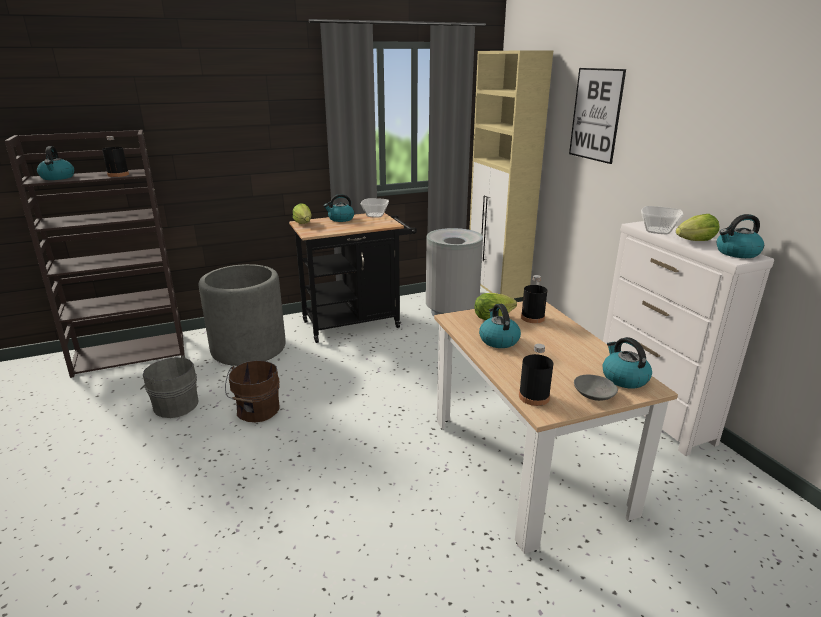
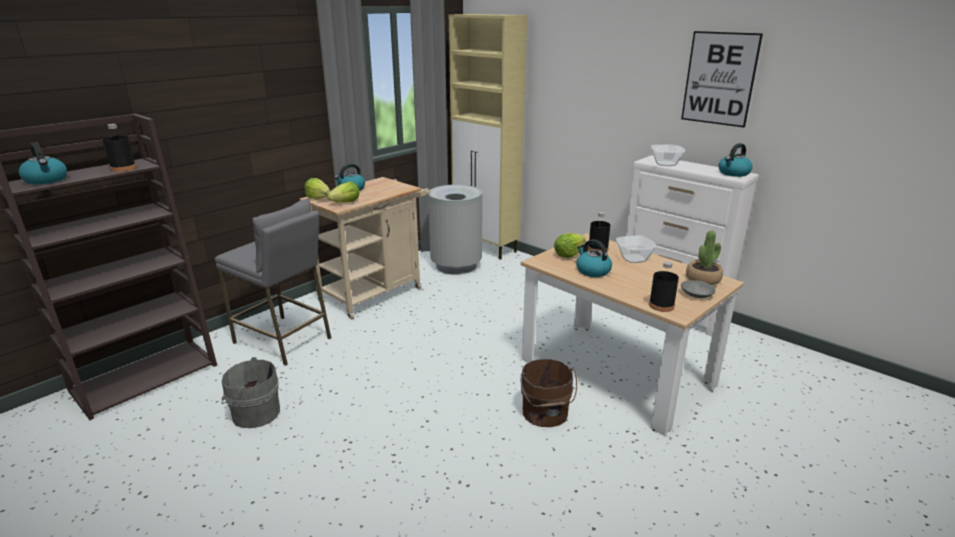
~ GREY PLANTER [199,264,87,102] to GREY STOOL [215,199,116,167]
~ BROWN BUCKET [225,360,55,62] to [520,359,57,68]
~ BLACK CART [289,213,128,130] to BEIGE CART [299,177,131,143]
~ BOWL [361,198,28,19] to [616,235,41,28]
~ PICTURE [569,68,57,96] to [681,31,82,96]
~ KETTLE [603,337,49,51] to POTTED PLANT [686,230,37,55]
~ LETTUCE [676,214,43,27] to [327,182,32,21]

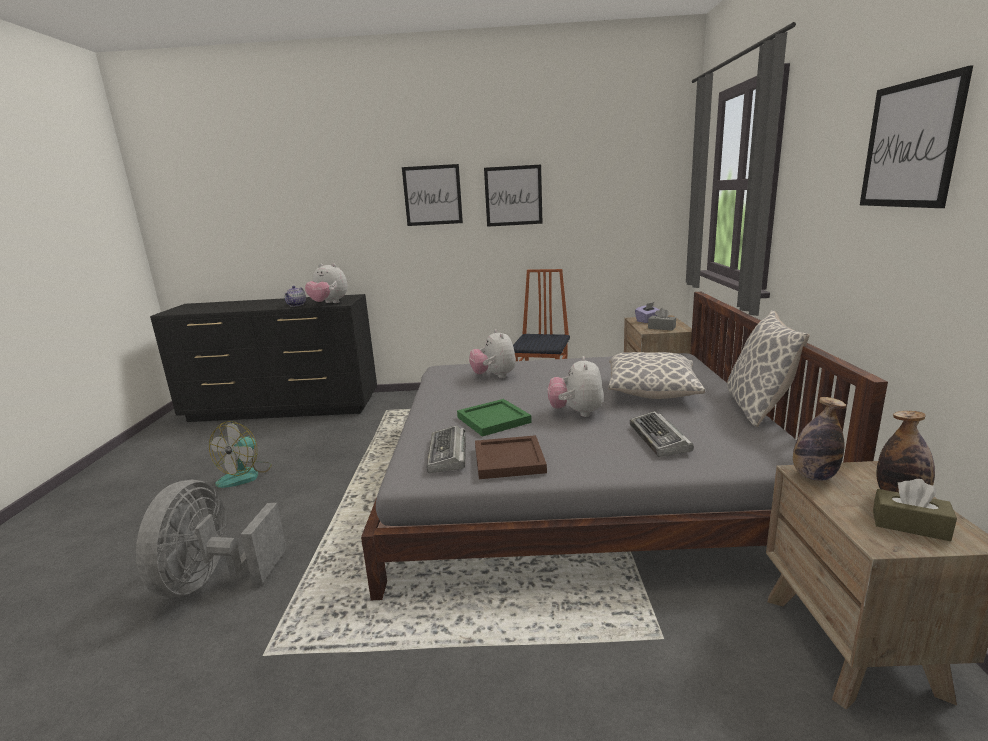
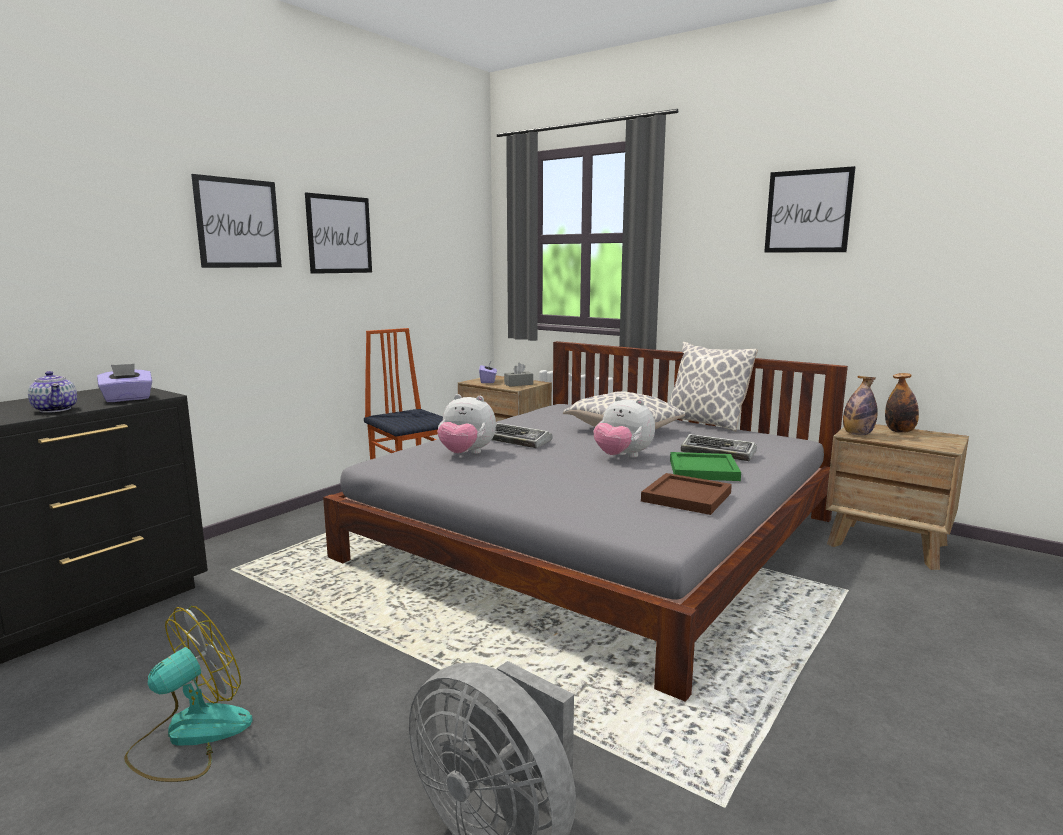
~ FAN [209,421,63,67] = [124,606,129,176] 105 degrees counterclockwise
~ PLUSH TOY [305,263,43,40] to PURPLE TISSUE BOX [97,364,55,38]
~ KEYBOARD [426,425,40,48] to [492,423,61,25]
~ GREEN TRAY [457,399,75,38] to [670,452,71,29]
- BROWN TISSUE BOX [873,479,84,62]

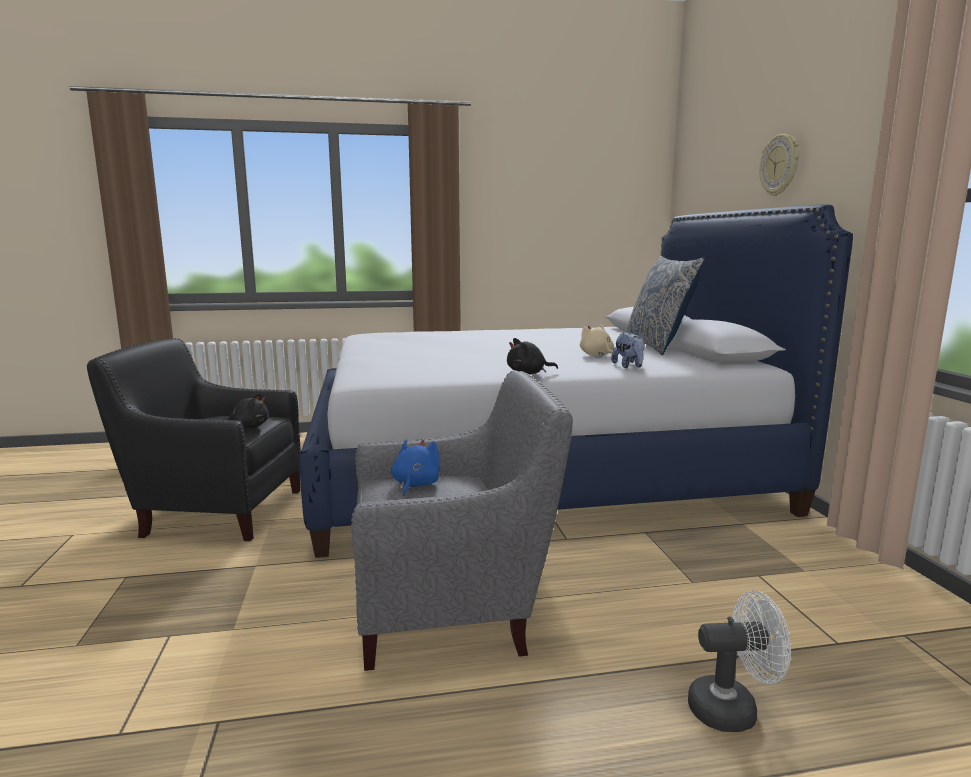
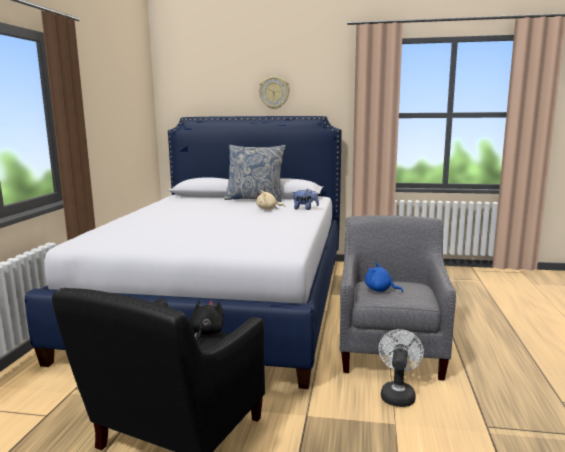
- BLACK PLUSH TOY [507,338,51,36]
~ WHITE FAN [688,590,103,142] to [378,329,46,78]

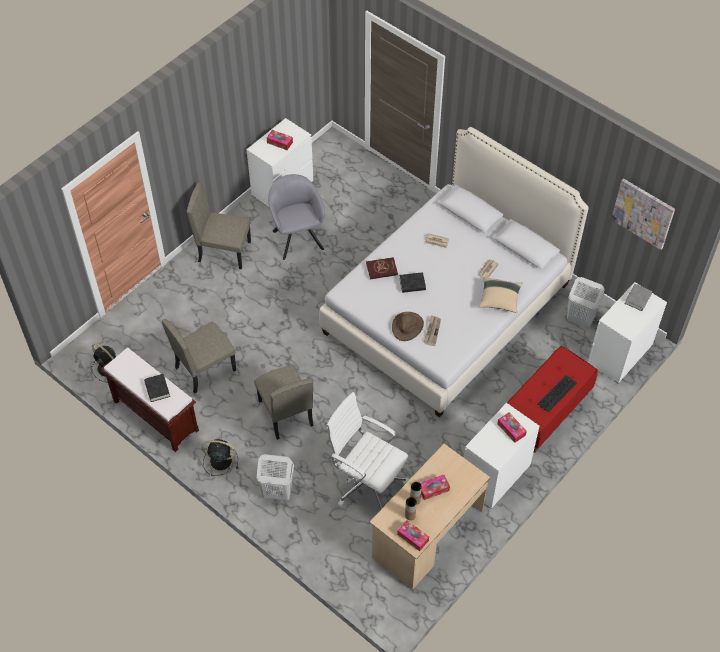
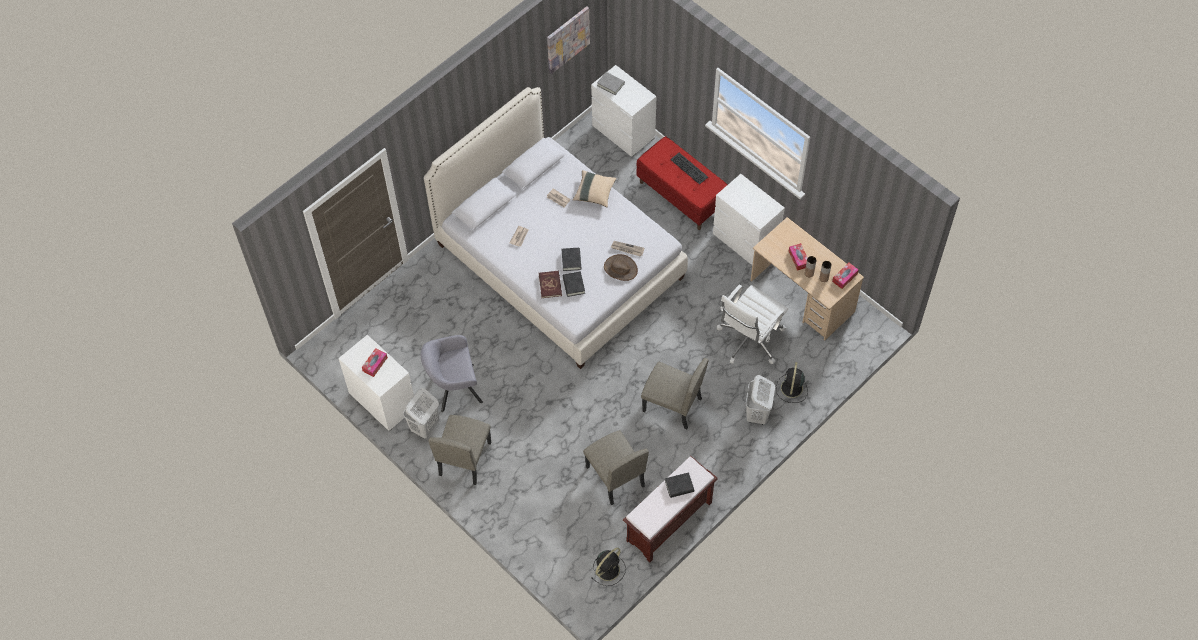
~ BLACK FAN [202,439,36,37] to [776,362,32,41]
~ BEIGE CHAIR [254,365,60,75] = [641,358,68,71] 45 degrees clockwise
- TISSUE BOX [497,412,30,31]
~ WHITE LAUNDRY BASKET [567,277,37,50] to [403,388,36,51]
+ BLACK BOOK [563,271,22,26]

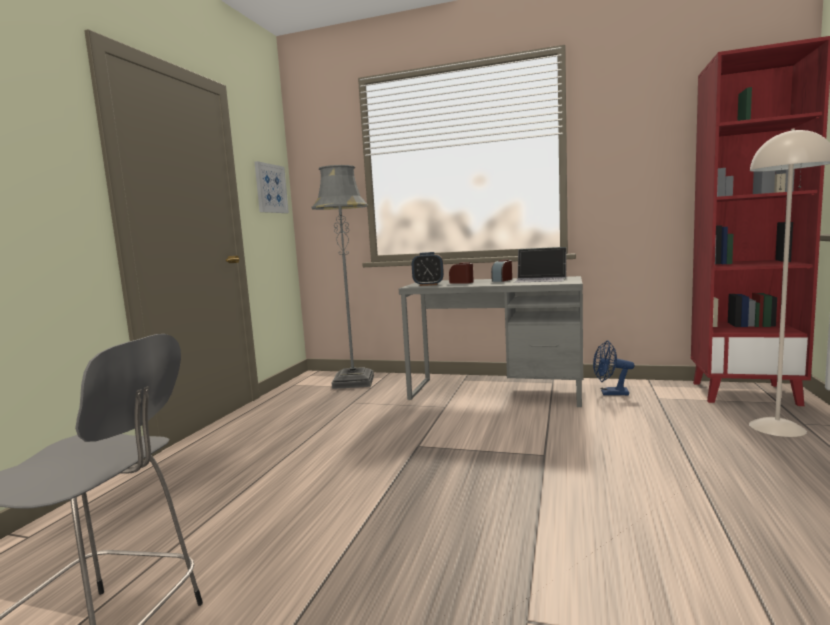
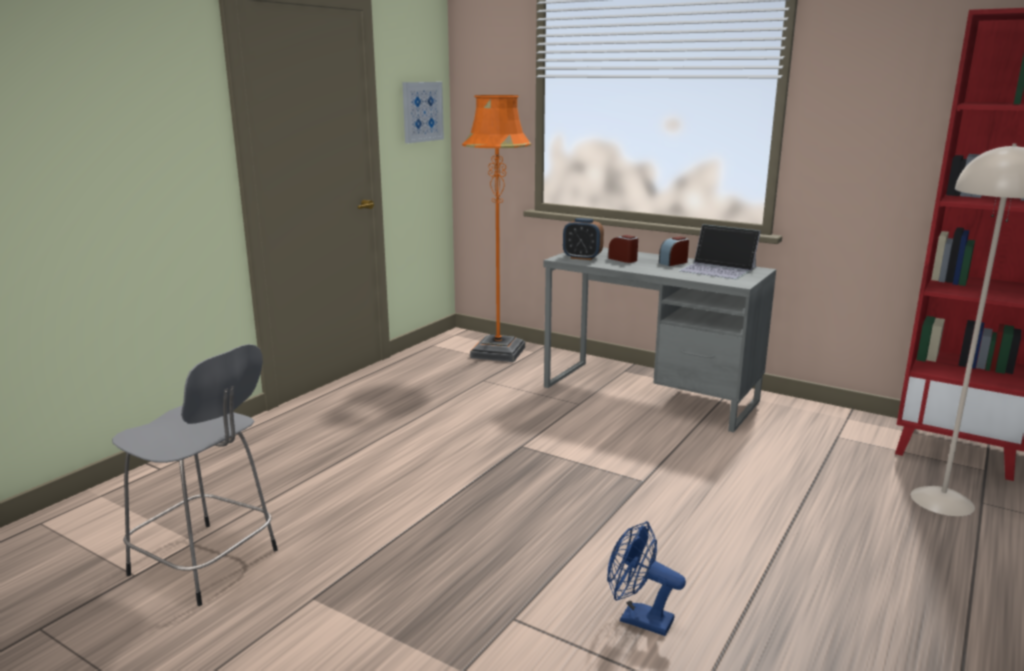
~ GREY FLOOR LAMP [312,165,62,224] to ORANGE FLOOR LAMP [462,95,69,267]
~ BLUE FAN [593,340,42,55] to [607,521,79,115]

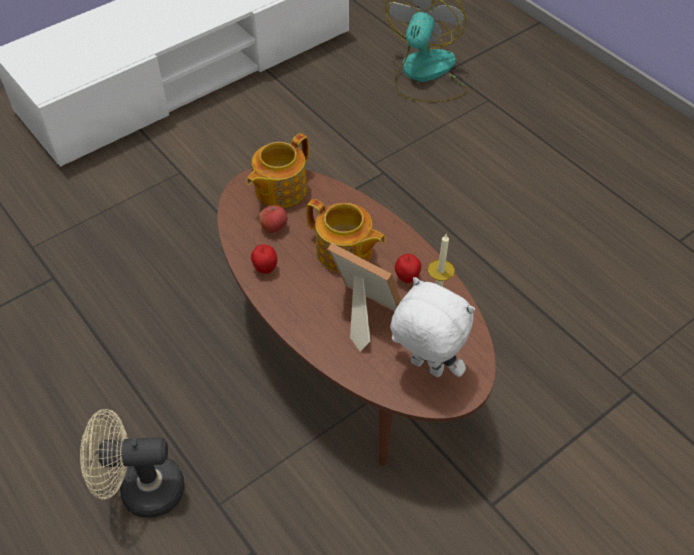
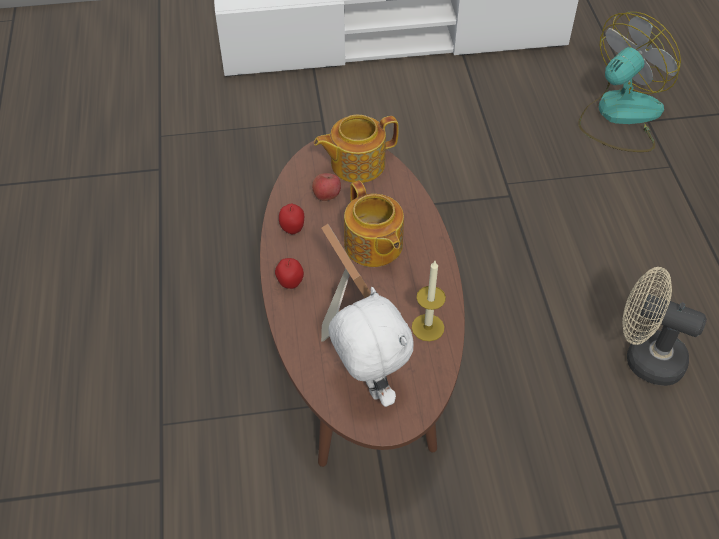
~ BEIGE FAN [80,409,104,109] to [622,267,85,119]
~ APPLE [395,254,26,29] to [275,258,29,31]

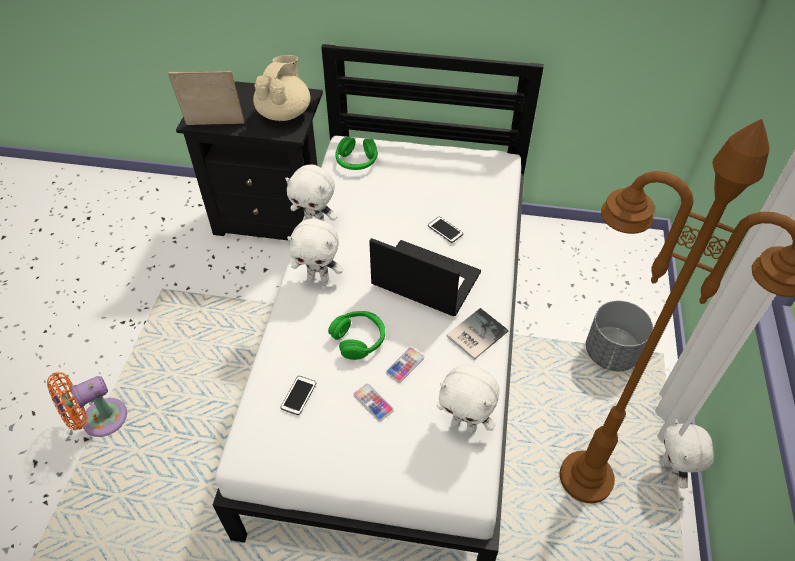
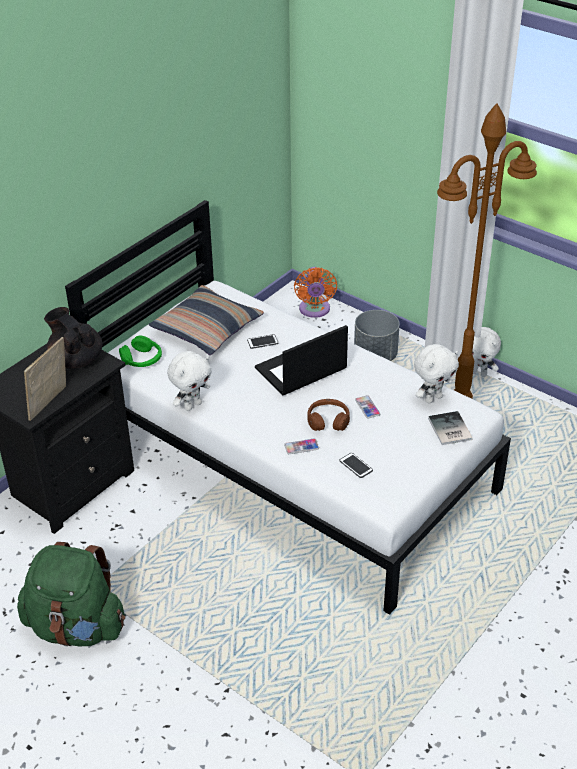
~ ORANGE FAN [47,372,80,65] to [294,267,43,51]
~ BEIGE TEAPOT [253,55,57,66] to BLACK TEAPOT [44,307,59,62]
- WHITE PLUSH TOY [287,218,56,65]
~ GREEN HEADPHONES [328,311,57,49] to BROWN HEADPHONES [307,399,43,32]
~ PHONE [353,384,41,37] to [284,439,35,15]
~ BOOK [447,308,61,52] to [428,411,45,34]
+ GREEN BACKPACK [17,542,108,104]
+ PILLOW [148,285,116,70]

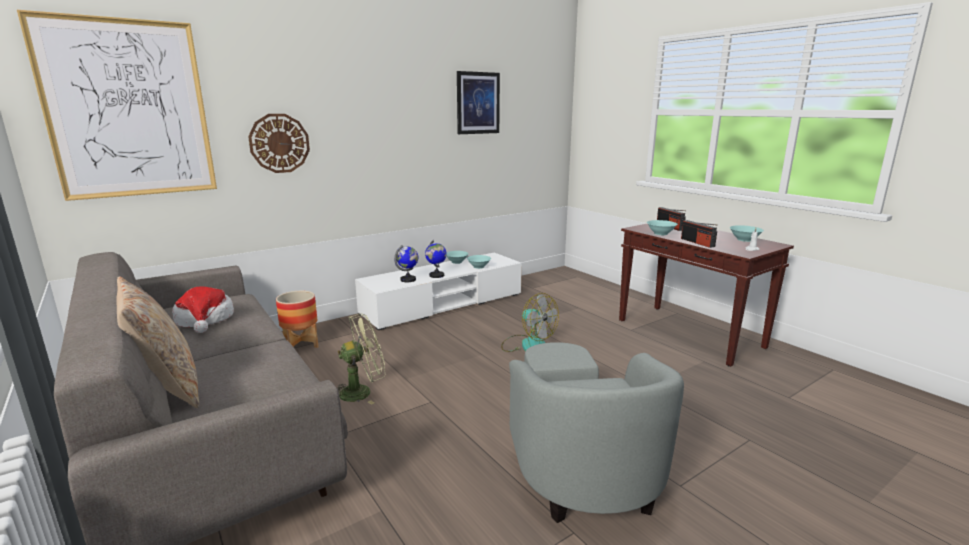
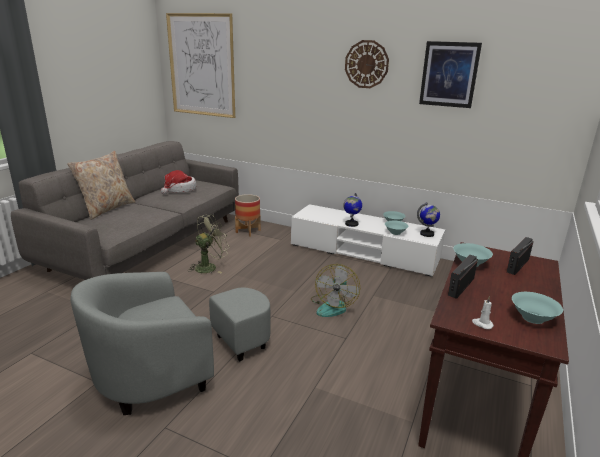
~ WALL CLOCK [248,114,62,59] to [345,40,44,48]
~ GREEN FAN [338,314,48,91] = [188,214,41,59] 75 degrees counterclockwise
~ GLOBE [394,245,25,37] to [417,202,23,35]

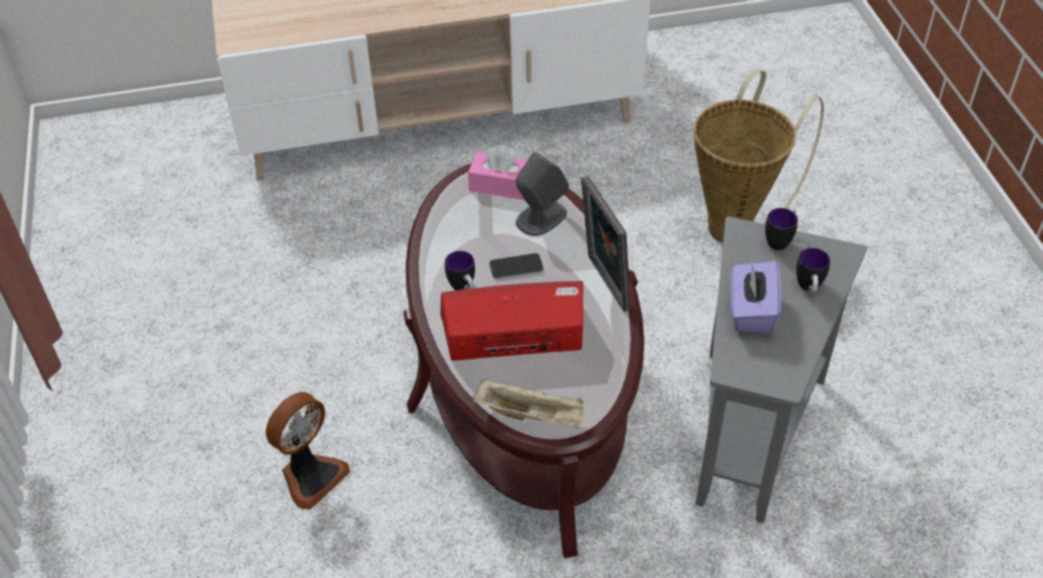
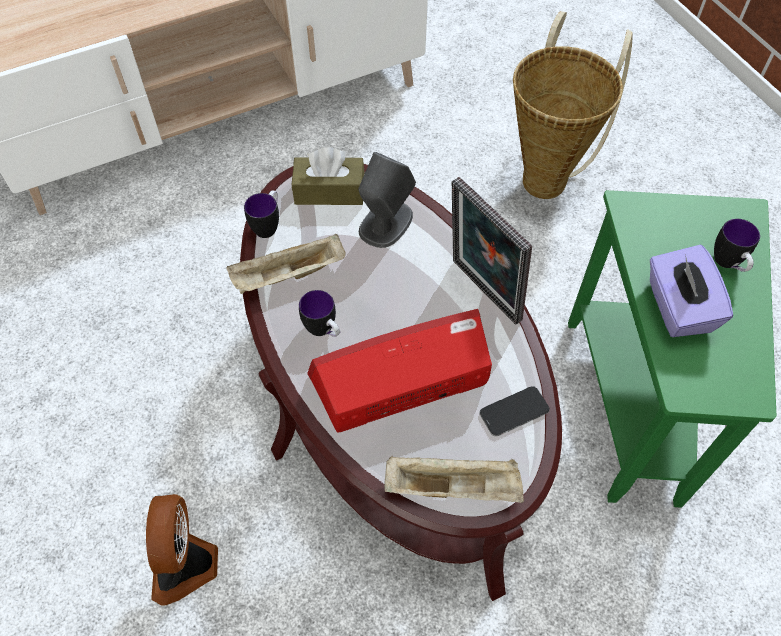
~ FAN [266,392,84,117] = [146,494,72,112] 150 degrees clockwise
~ PINK TISSUE BOX [468,145,60,55] to BROWN TISSUE BOX [292,147,72,58]
~ PHONE [489,253,54,26] to [480,386,70,50]
~ GREY SIDE TABLE [696,216,171,307] to GREEN SIDE TABLE [568,190,208,318]
~ MUG [765,208,33,42] to [244,190,35,48]
+ BEIGE TRAY [227,234,119,60]

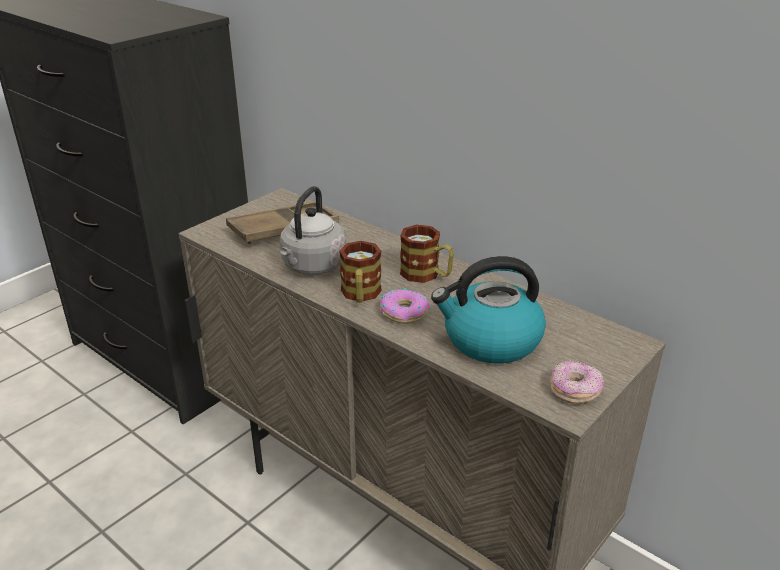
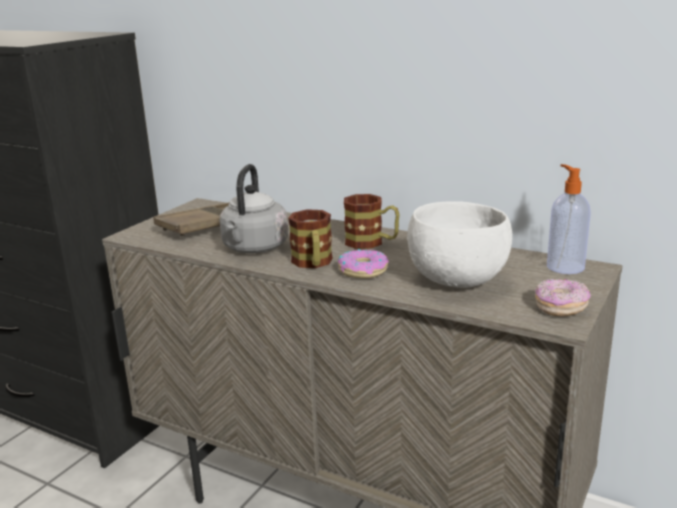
~ KETTLE [431,256,115,108] to WHITE BOWL [407,201,105,87]
+ SOAP DISPENSER [547,164,44,110]

